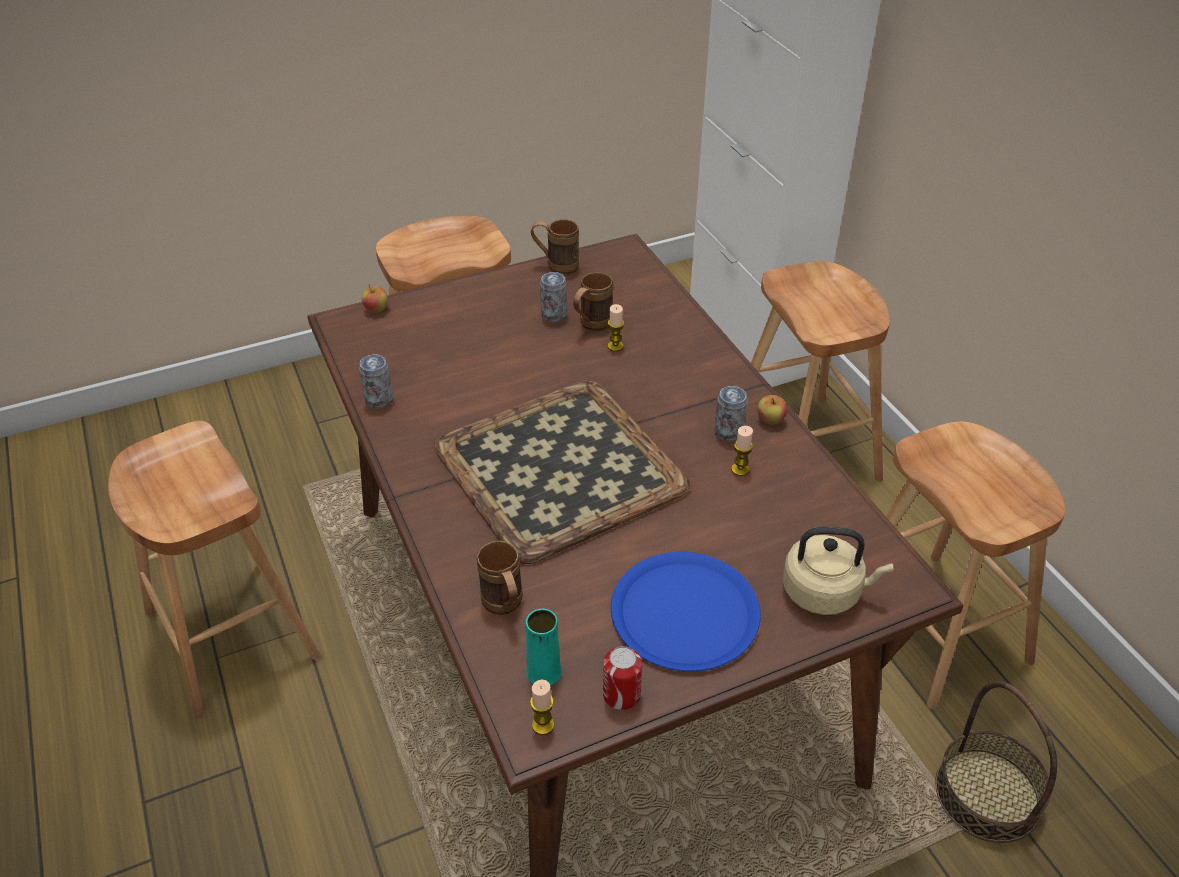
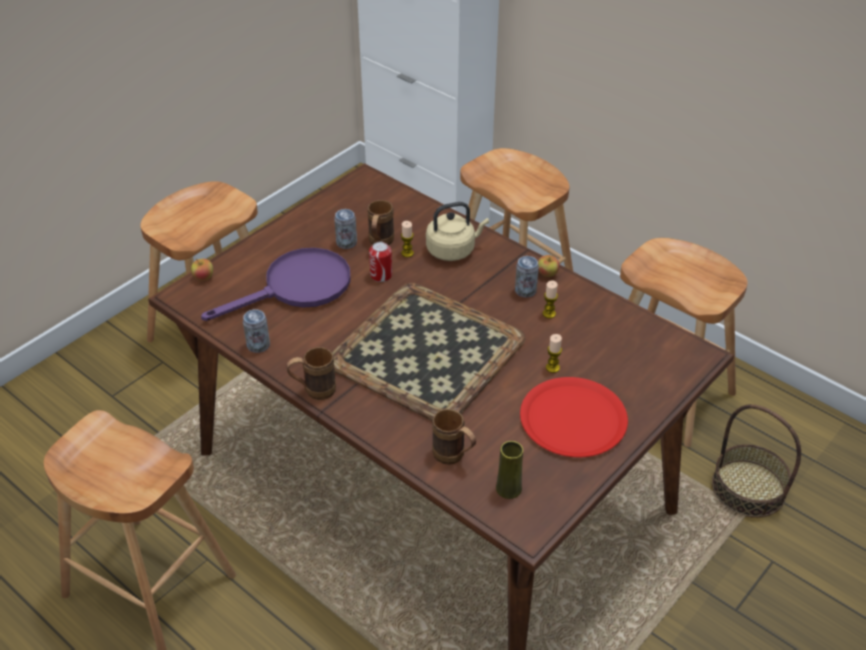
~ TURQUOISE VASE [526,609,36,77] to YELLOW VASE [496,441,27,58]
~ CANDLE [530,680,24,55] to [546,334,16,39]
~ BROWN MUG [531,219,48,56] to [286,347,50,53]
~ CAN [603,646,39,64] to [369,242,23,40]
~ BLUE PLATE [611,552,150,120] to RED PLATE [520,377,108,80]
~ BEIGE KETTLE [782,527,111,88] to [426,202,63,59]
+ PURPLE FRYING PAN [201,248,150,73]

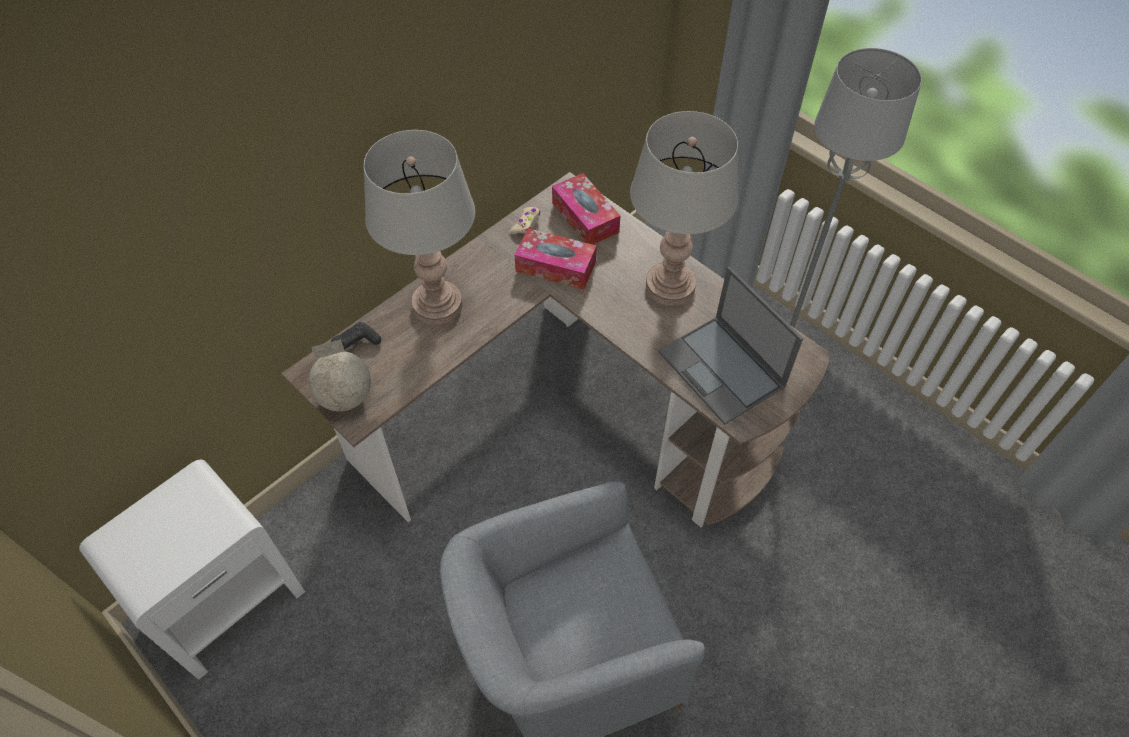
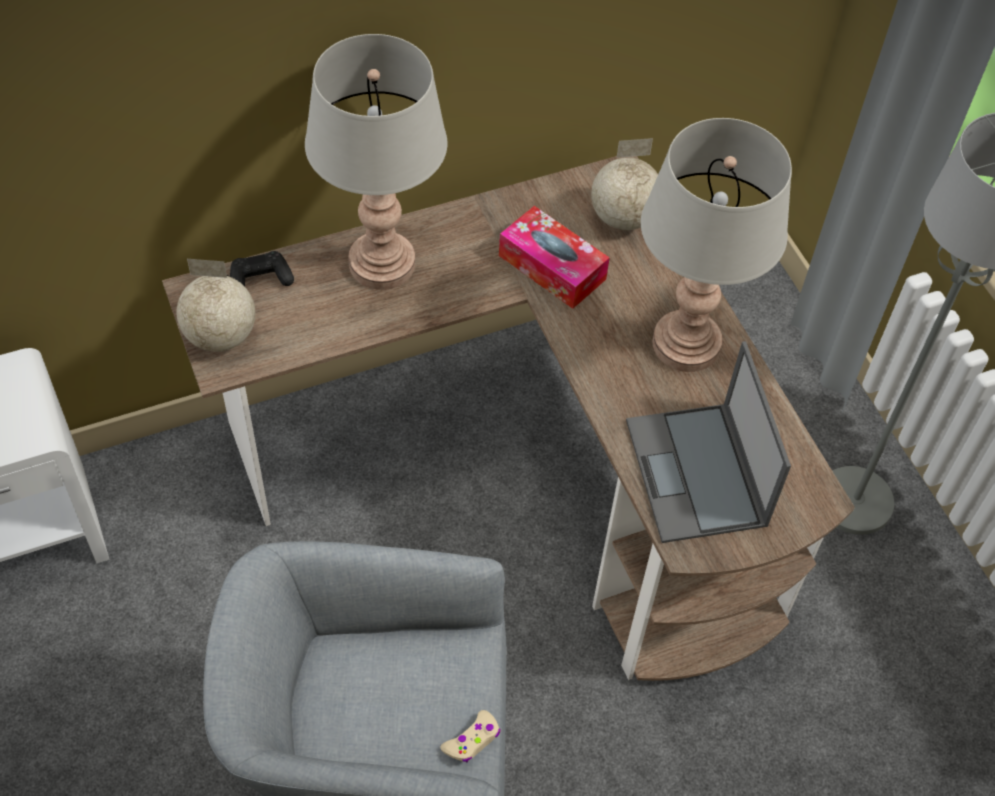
~ BEIGE GAME CONTROLLER [509,207,31,27] to [440,710,60,52]
~ TISSUE BOX [552,173,68,72] to GLOBE [591,138,67,92]

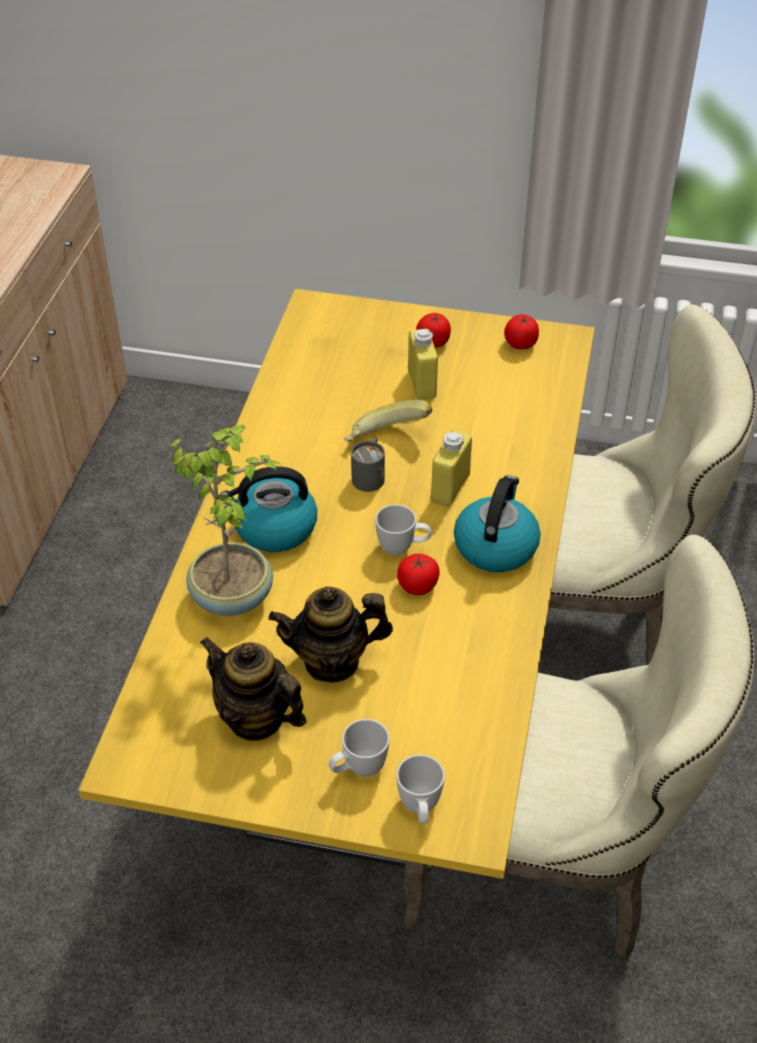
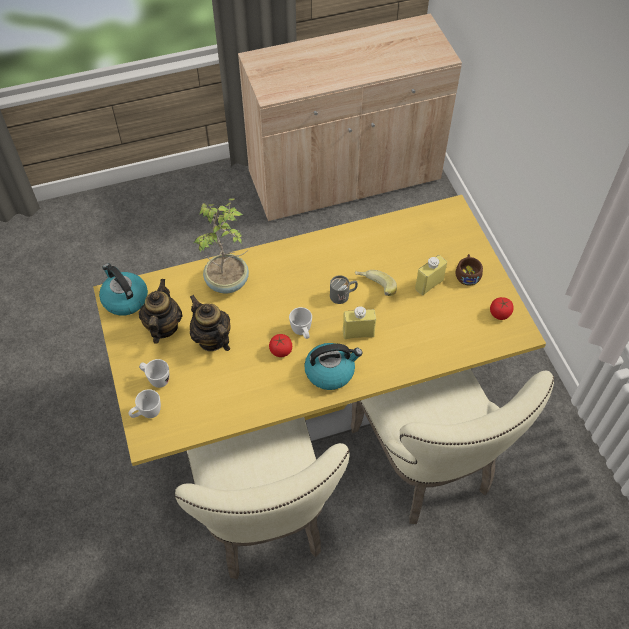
~ KETTLE [218,466,99,86] to [99,263,49,53]
~ TOMATO [416,313,35,35] to BROWN CUP [455,254,28,31]

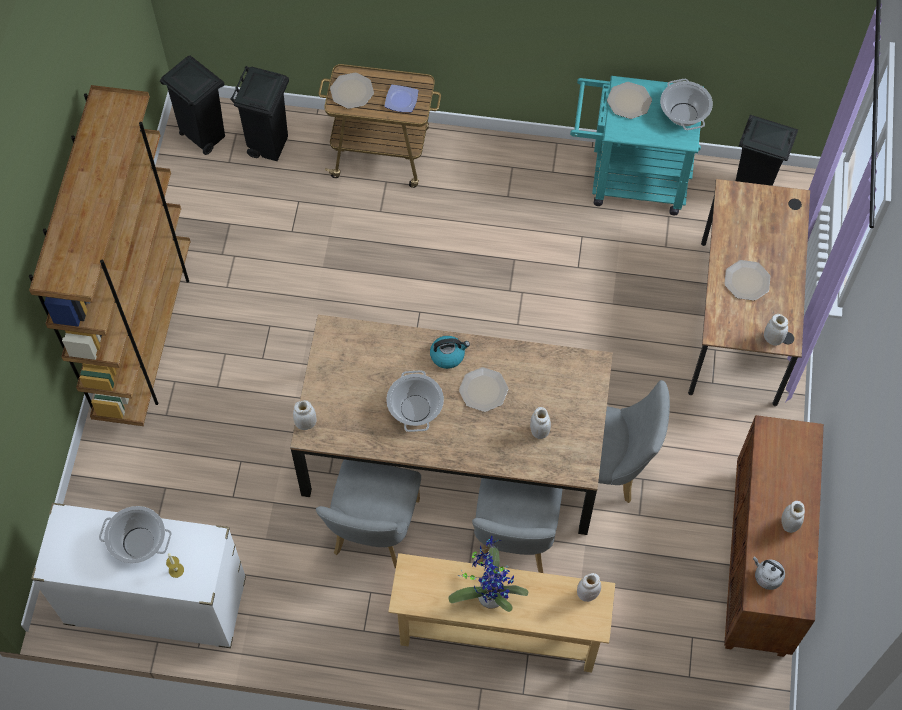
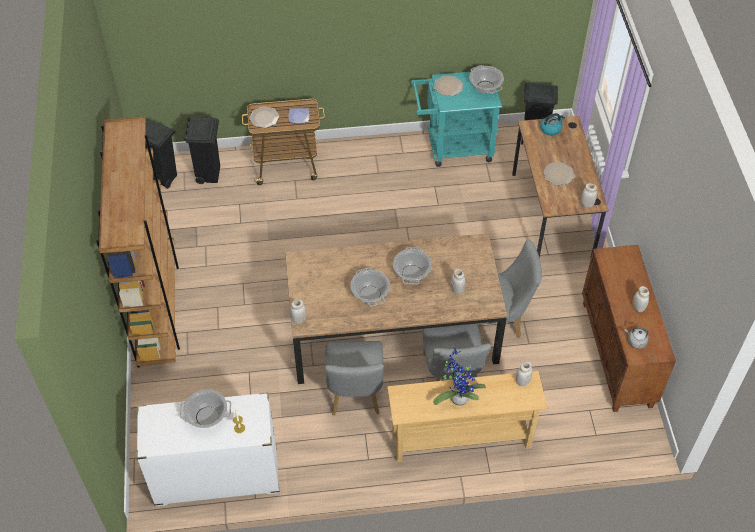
~ KETTLE [430,336,40,33] to [540,113,25,23]
~ PLATE [459,367,49,45] to COOKING POT [393,247,39,38]

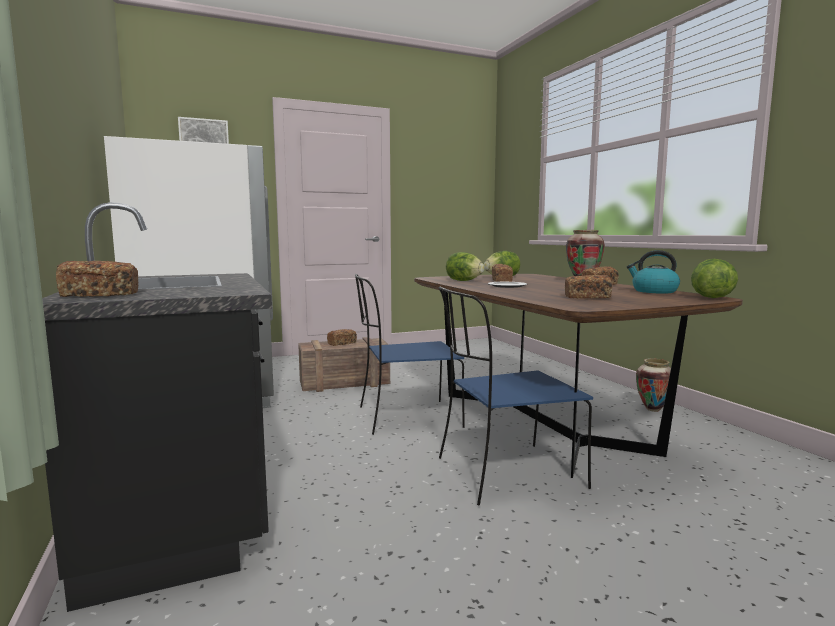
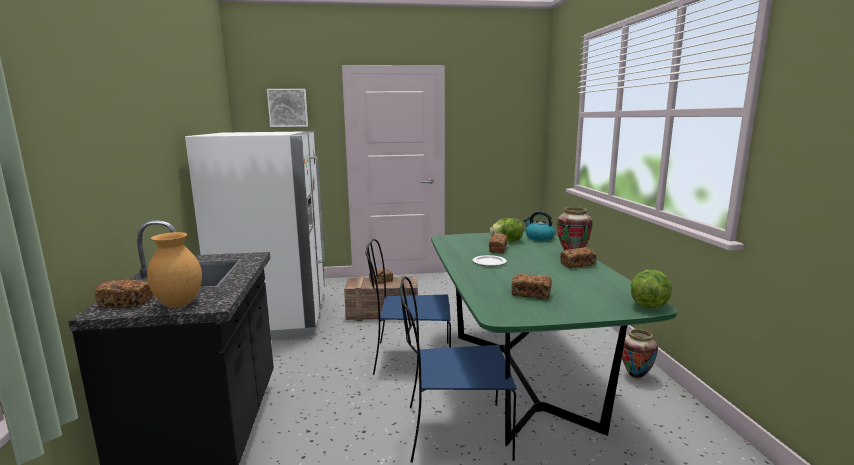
~ BROWN DINING TABLE [414,274,329,204] to GREEN DINING TABLE [431,231,246,215]
- LETTUCE [446,252,39,29]
~ KETTLE [627,250,53,43] to [523,211,32,30]
+ BROWN VASE [147,232,55,75]

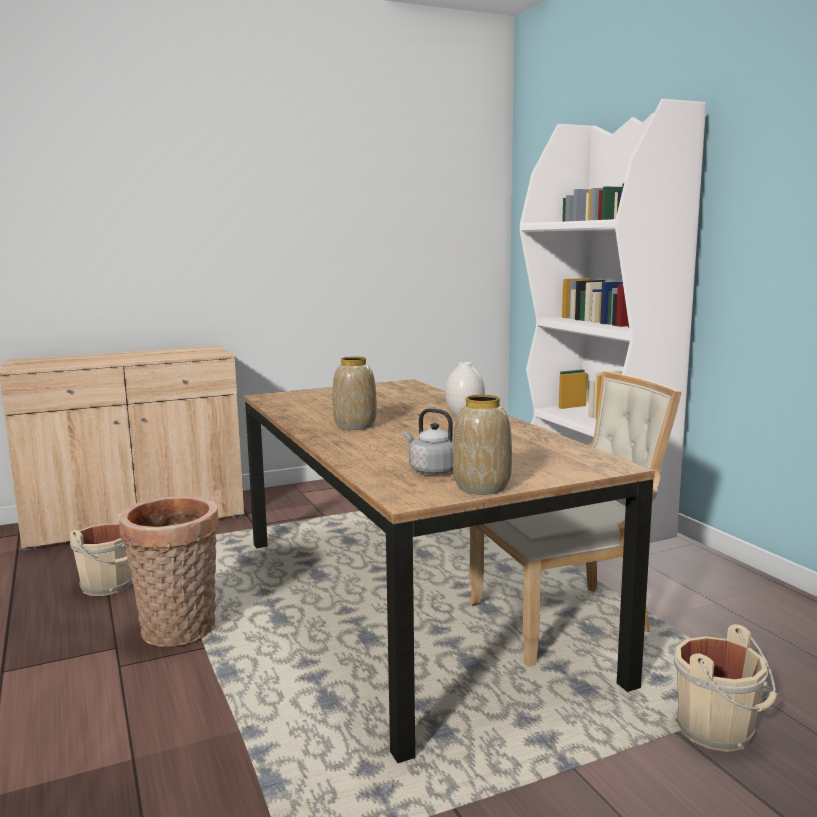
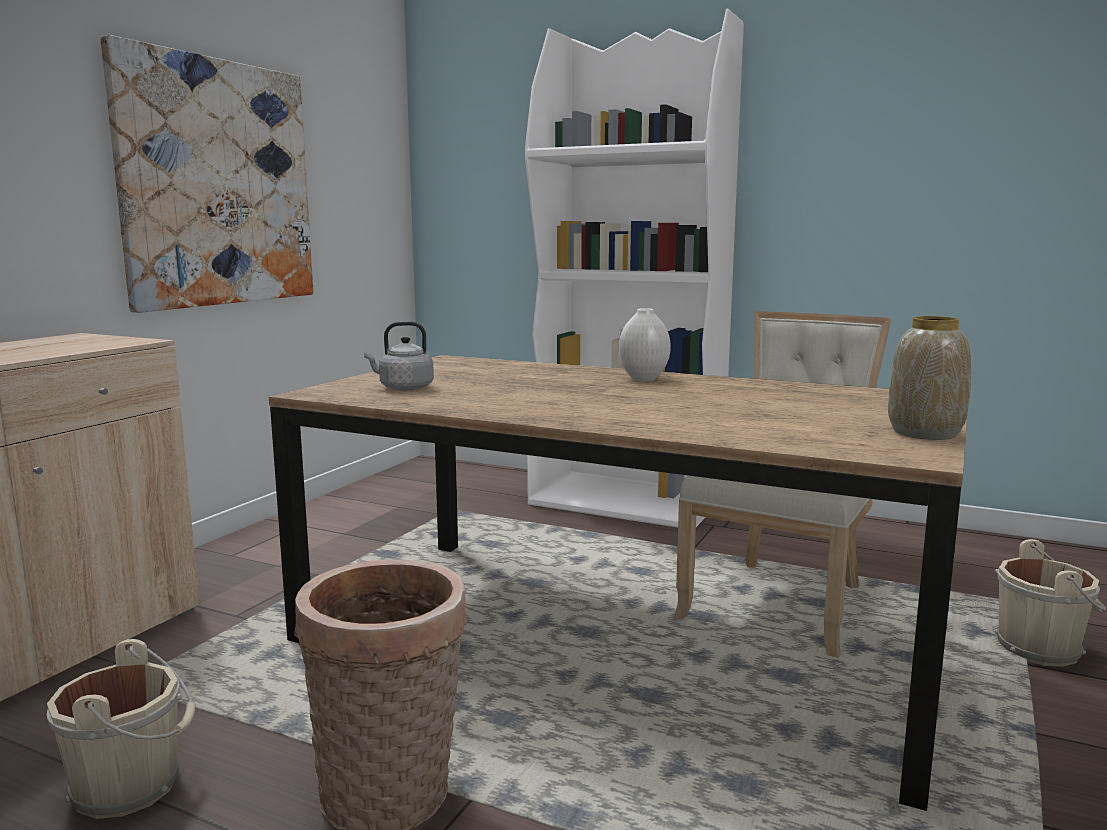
- VASE [333,357,44,73]
~ GREY KETTLE [403,408,50,67] to [364,321,70,70]
+ PICTURE [101,35,212,278]

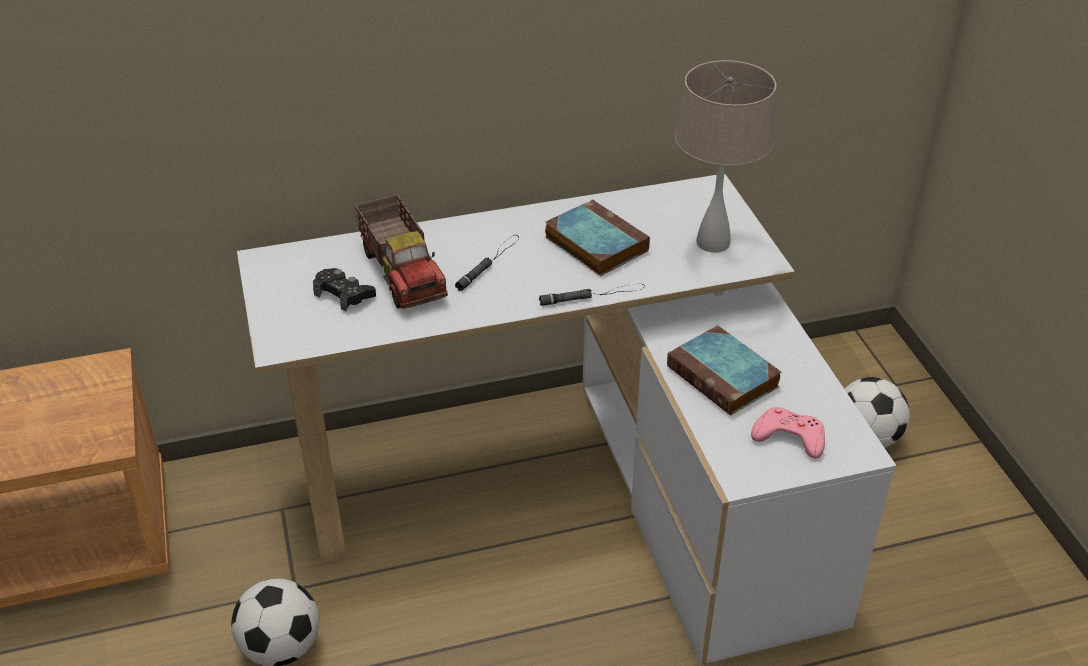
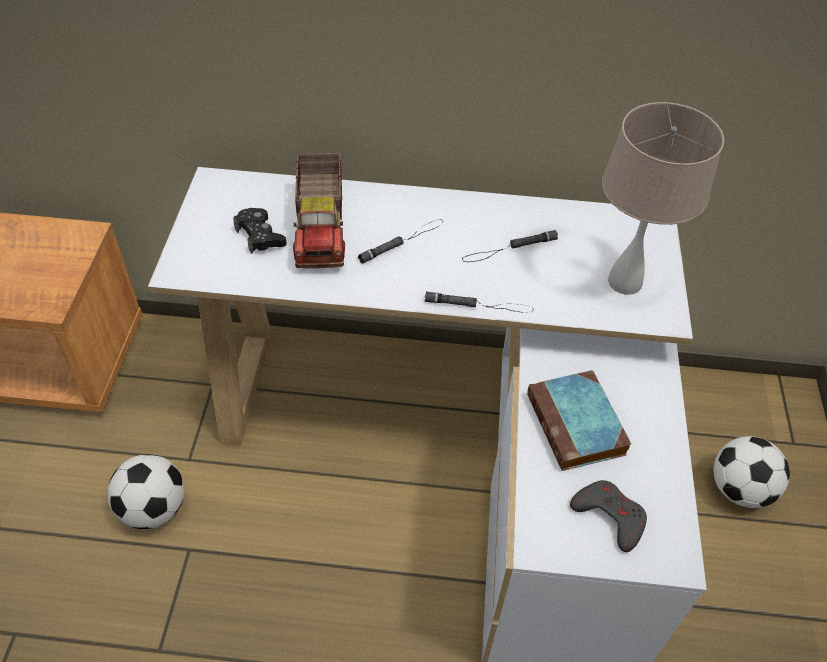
~ BOOK [545,199,105,77] to BLACK FLASHLIGHT [462,230,96,32]
~ PINK GAME CONTROLLER [751,407,74,51] to GREY GAME CONTROLLER [570,480,77,72]

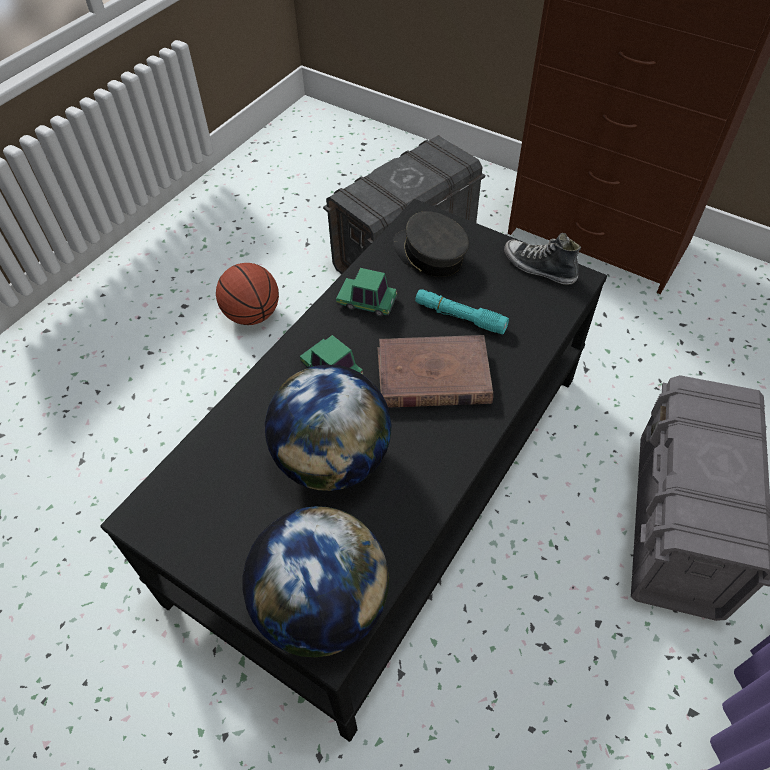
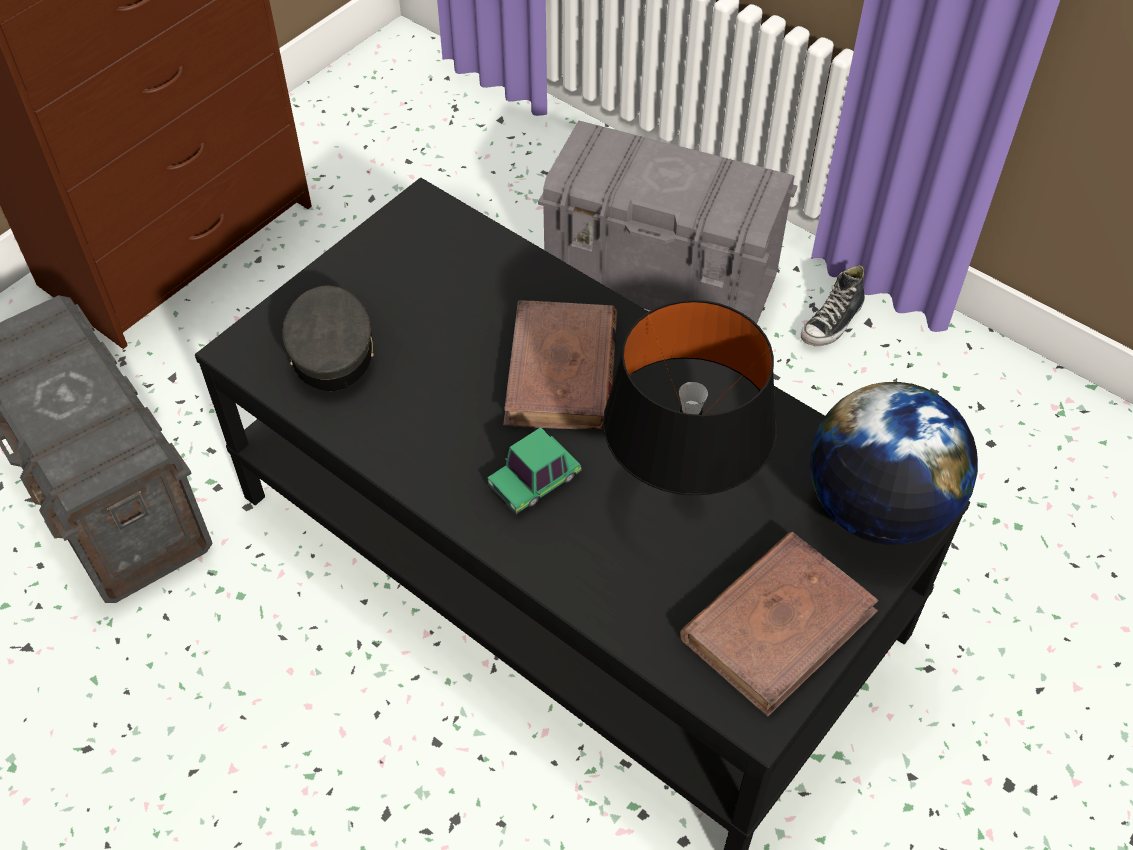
- BASKETBALL [216,263,63,62]
~ GLOBE [265,365,126,126] to BLACK TABLE LAMP [603,300,173,196]
- TOY CAR [336,268,61,48]
~ GREY CAP [393,211,76,66] = [283,286,91,105] 120 degrees clockwise
- TURQUOISE FLASHLIGHT [415,289,94,45]
~ SHOE [504,233,77,52] to [801,265,64,81]
+ BROWN BOOK [680,532,198,185]

